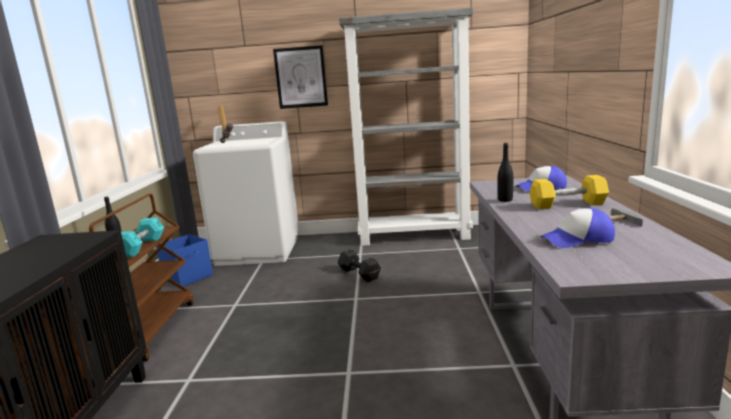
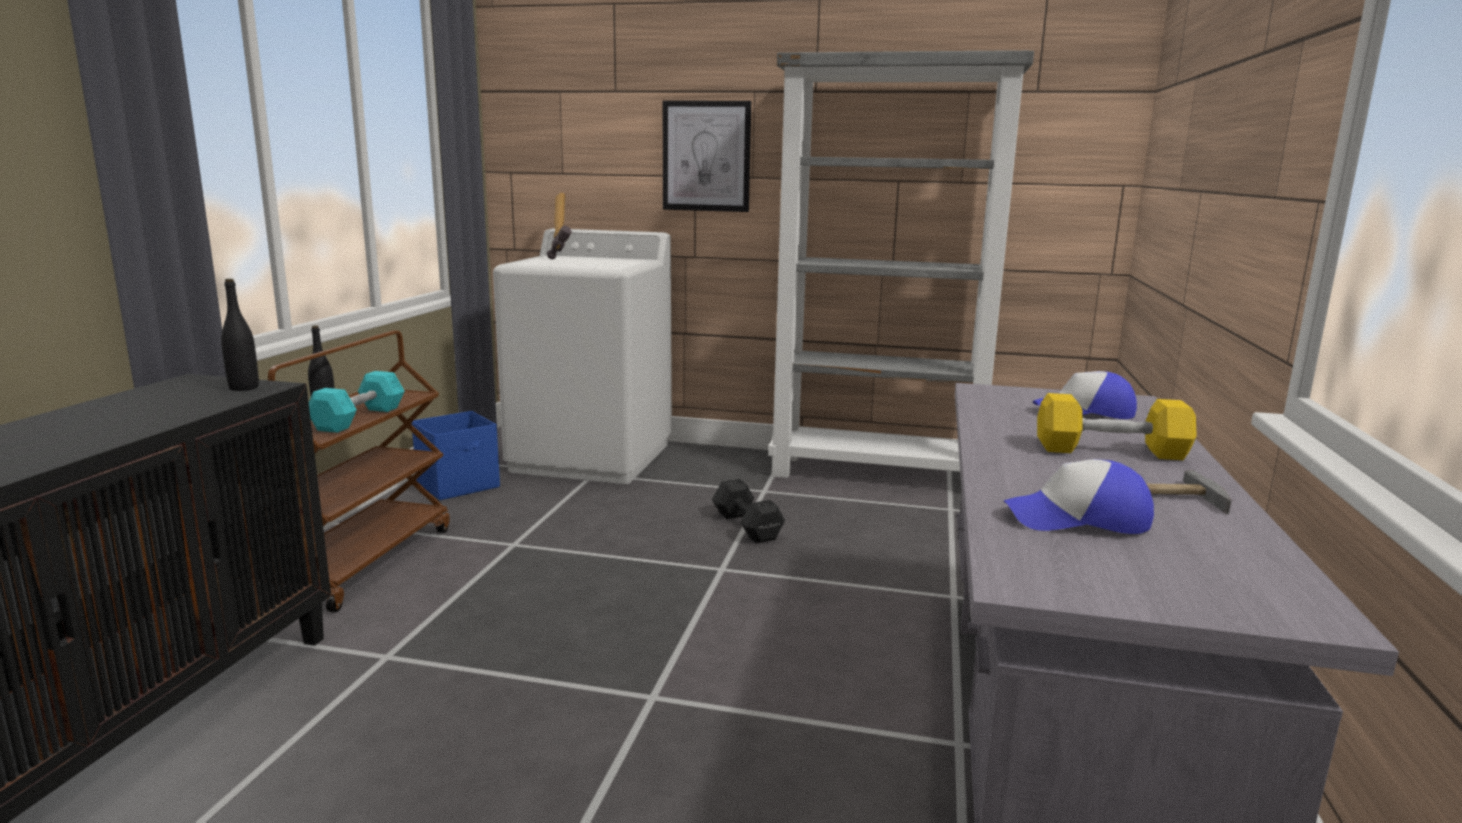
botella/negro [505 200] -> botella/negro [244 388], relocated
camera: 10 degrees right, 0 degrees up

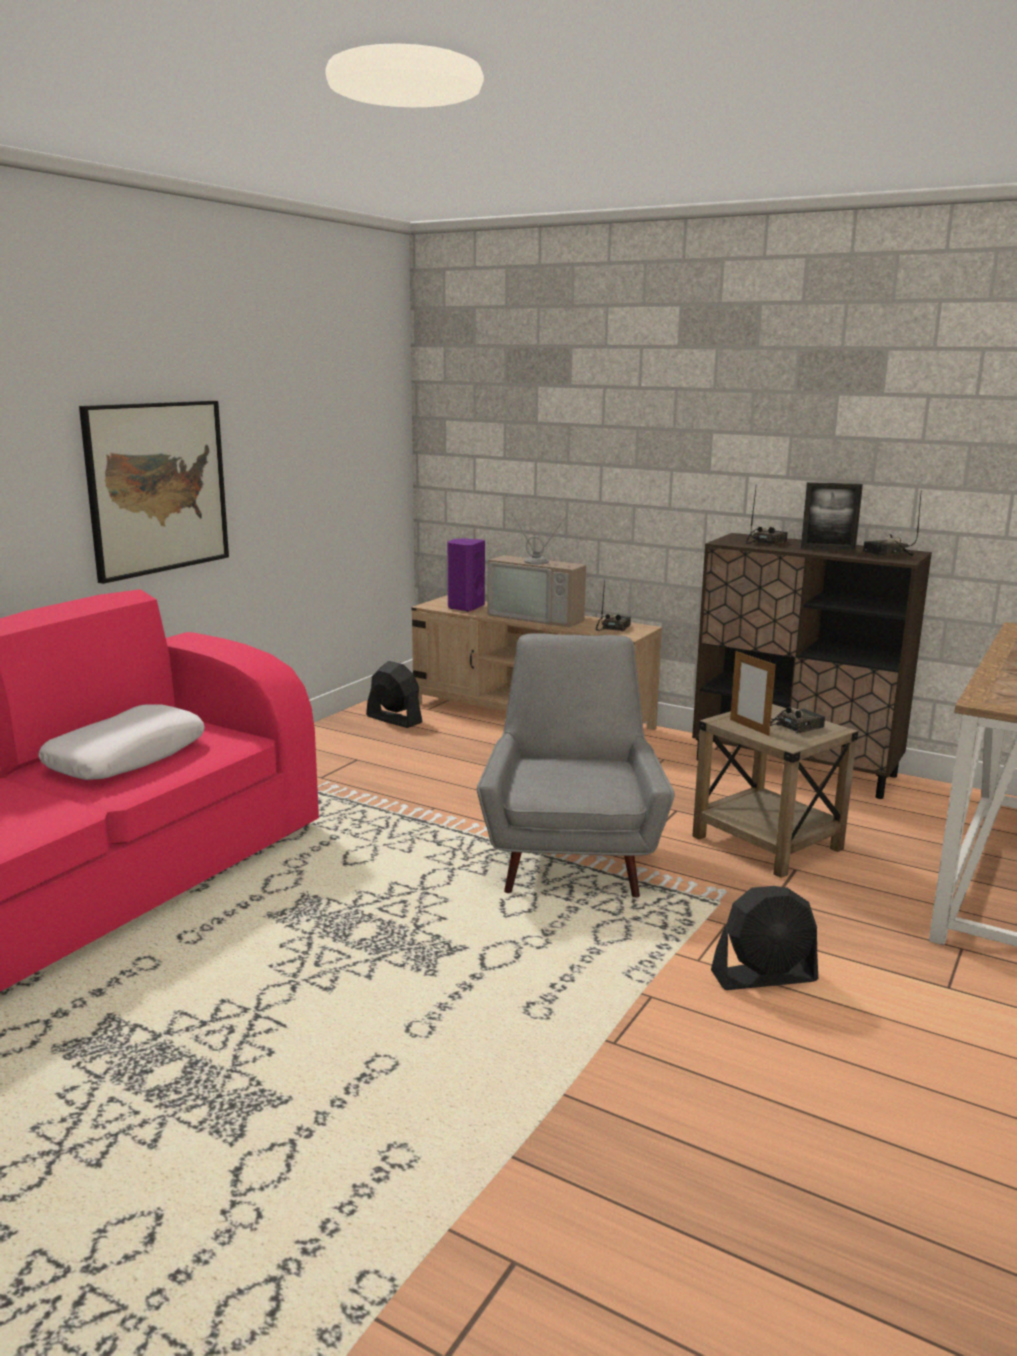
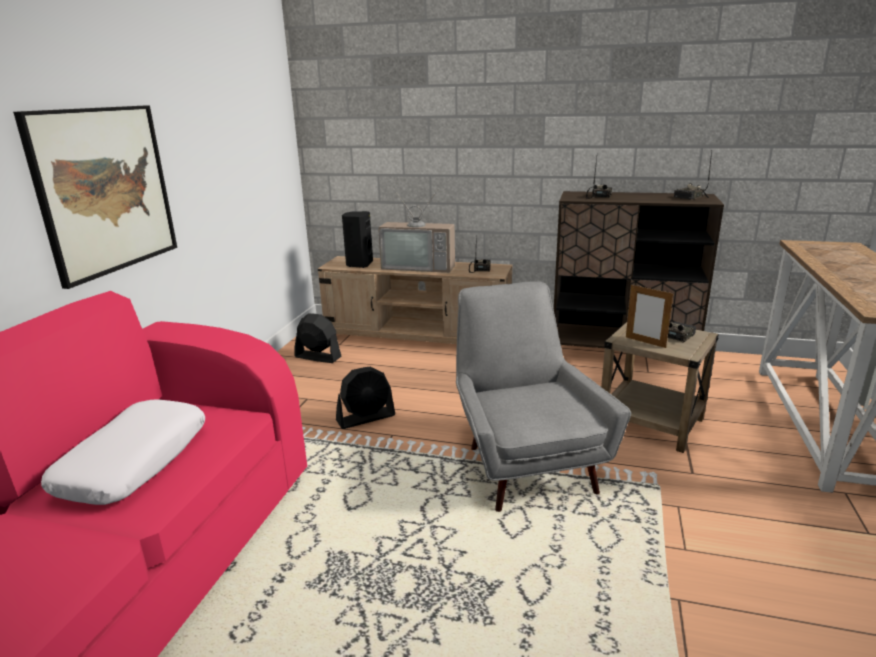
portarretratos [827 549] -> none
ventilador/negro [764 976] -> ventilador/negro [366 418], relocated
altavoz/morado [464 607] -> altavoz/negro [359 264]
camera: 15 degrees left, 5 degrees up

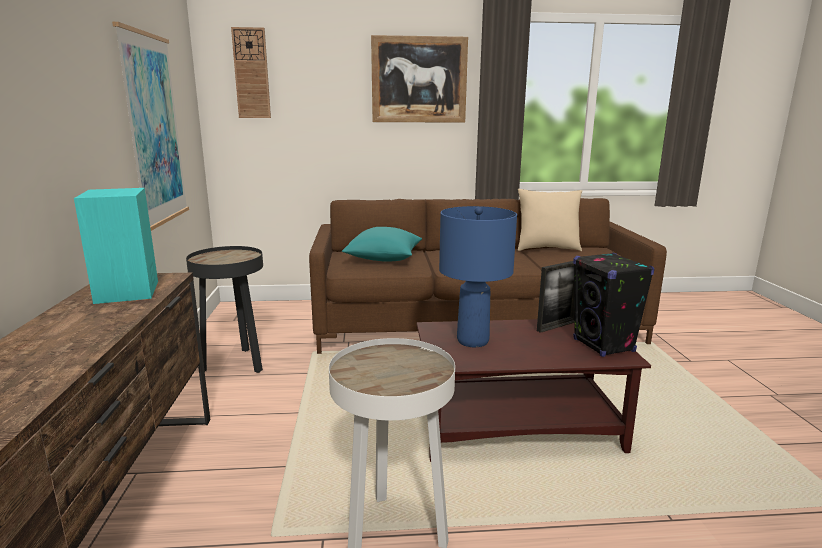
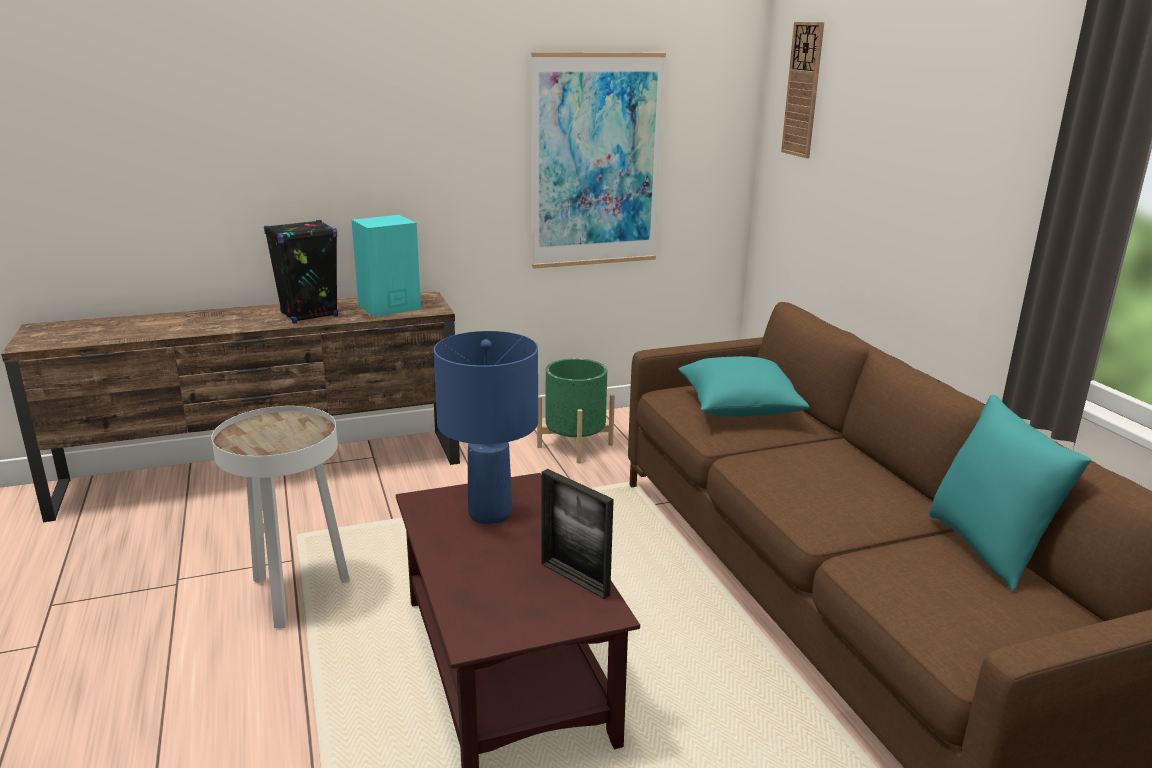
cuadro [419 80] -> none
altavoz/negro [604 346] -> altavoz/negro [308 315], relocated
mesa auxiliar/negro [236 364] -> maceta/verde [575 446]
cojín/beis [547 249] -> cojín/turquesa [987 549]
camera: 75 degrees right, 5 degrees up

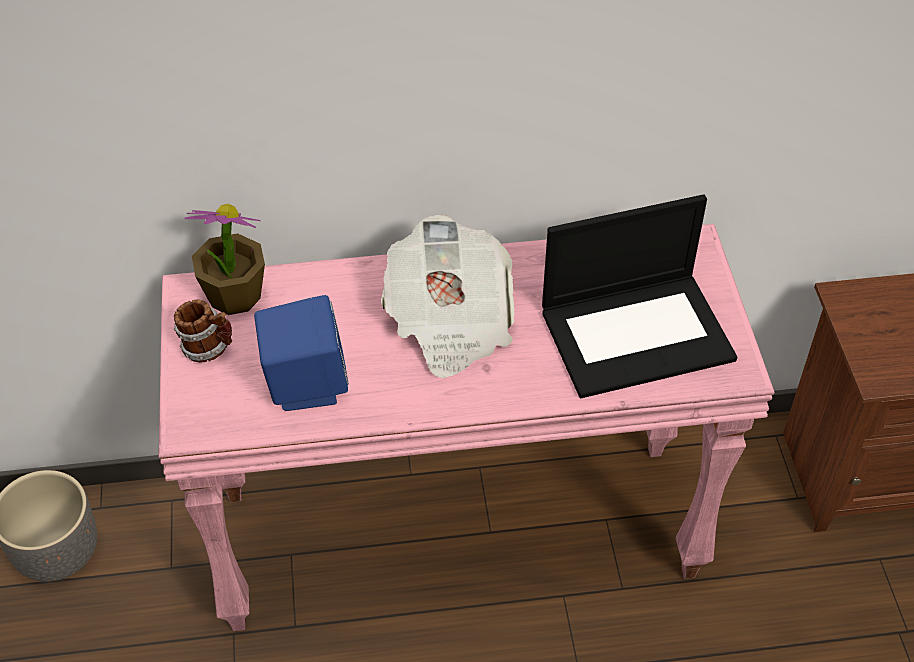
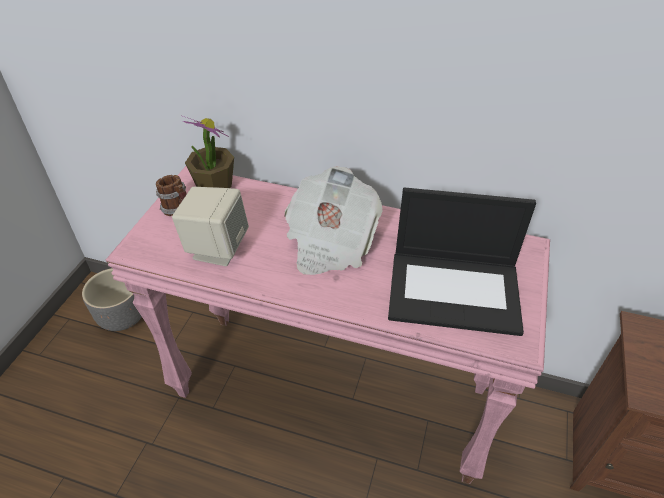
altavoz/azul [305 384] -> altavoz/beis [217 248]
camera: 25 degrees right, 5 degrees down

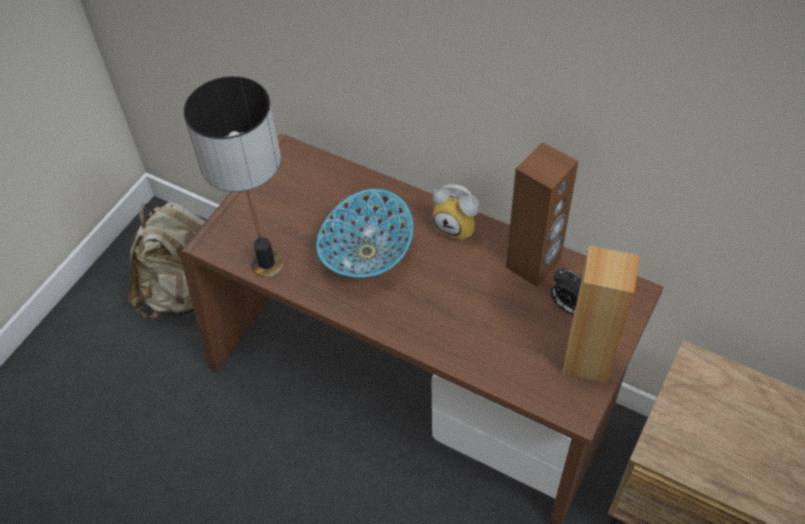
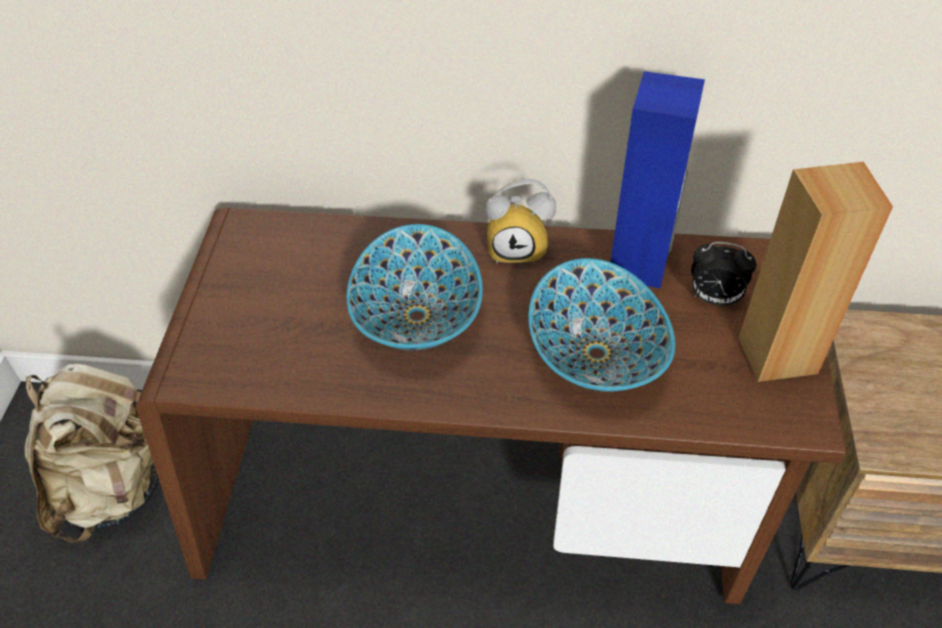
lámpara de mesa [267 264] -> none
none -> cuenco [595 355]
altavoz/marrón [534 264] -> altavoz/azul [640 263]
camera: 25 degrees left, 5 degrees down

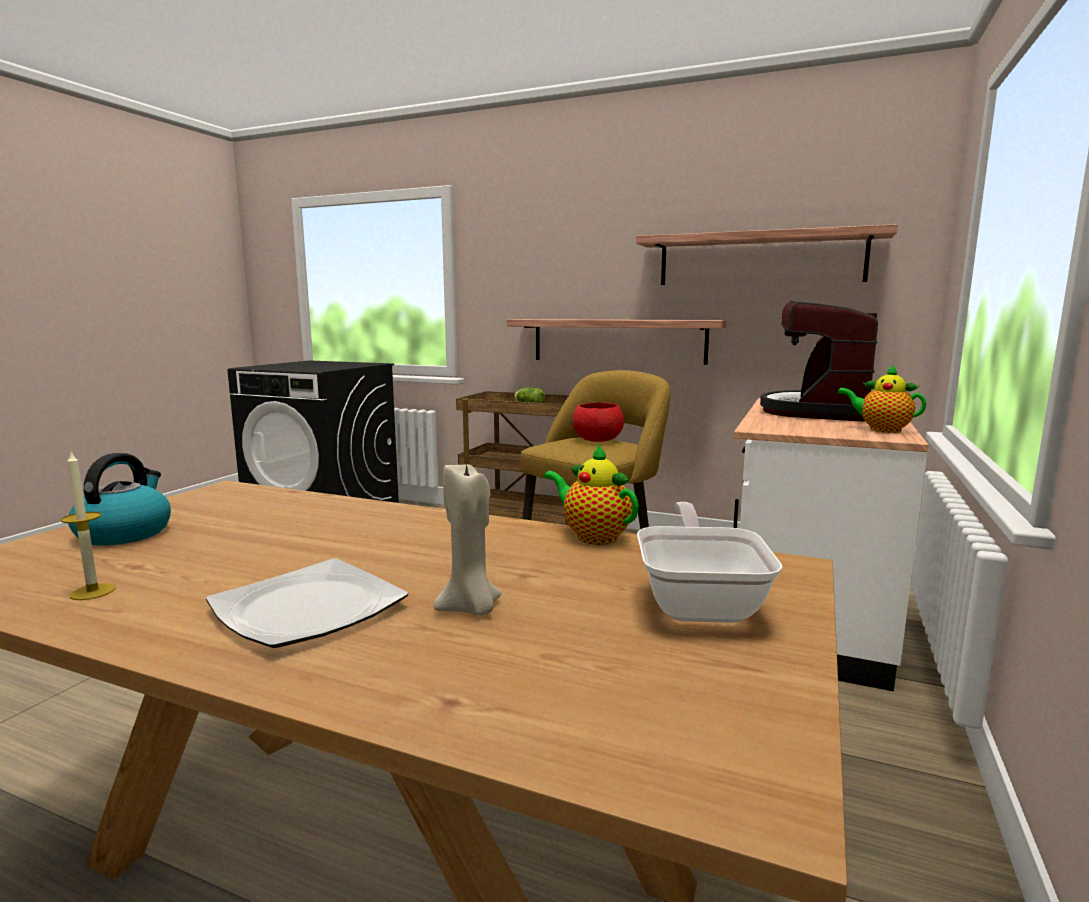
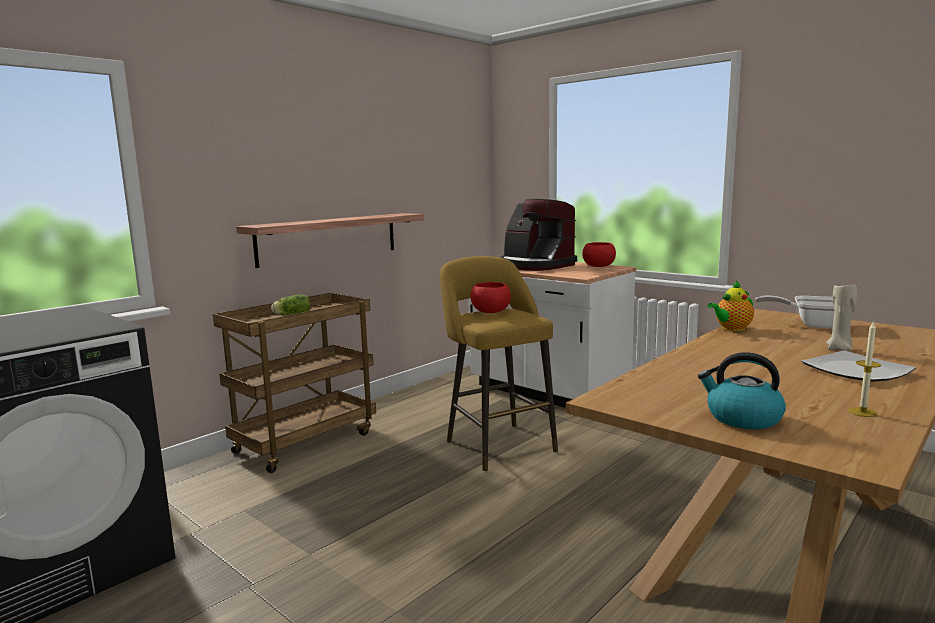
estante [760 259] -> none
tetera [881 429] -> cuenco/rojo [598 266]
camera: 70 degrees left, 0 degrees up

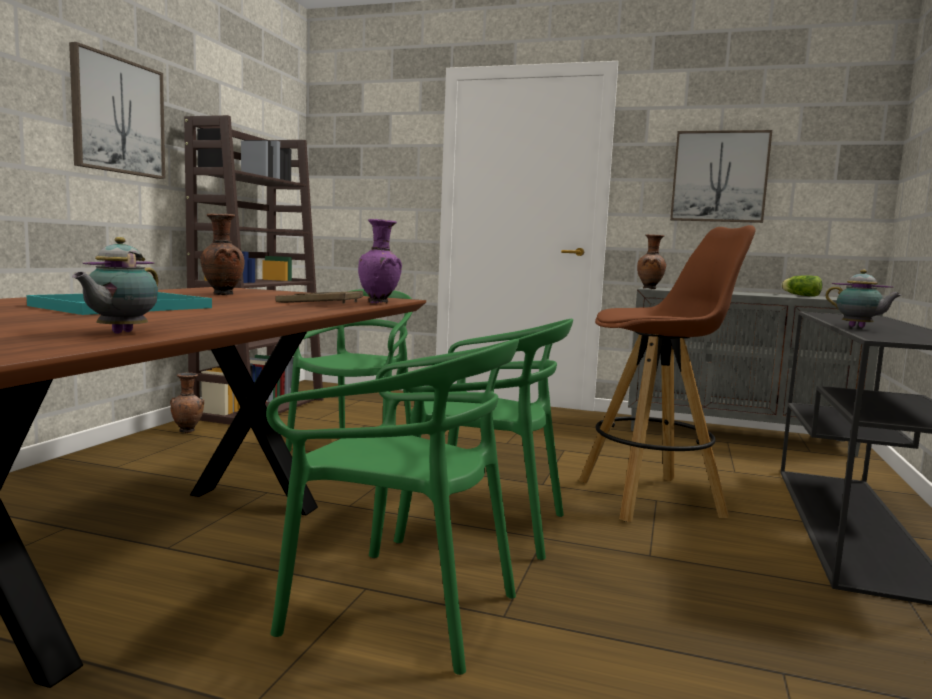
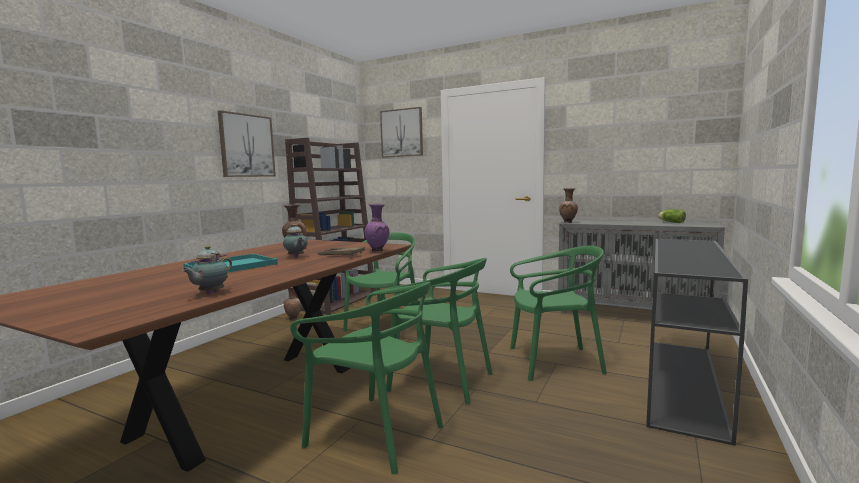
cuadro [719 177] -> cuadro [402 133], relocated
tetera [858 327] -> tetera [296 257], relocated
taburete/marrón [652 498] -> silla/verde [554 362]
camera: 10 degrees right, 0 degrees up

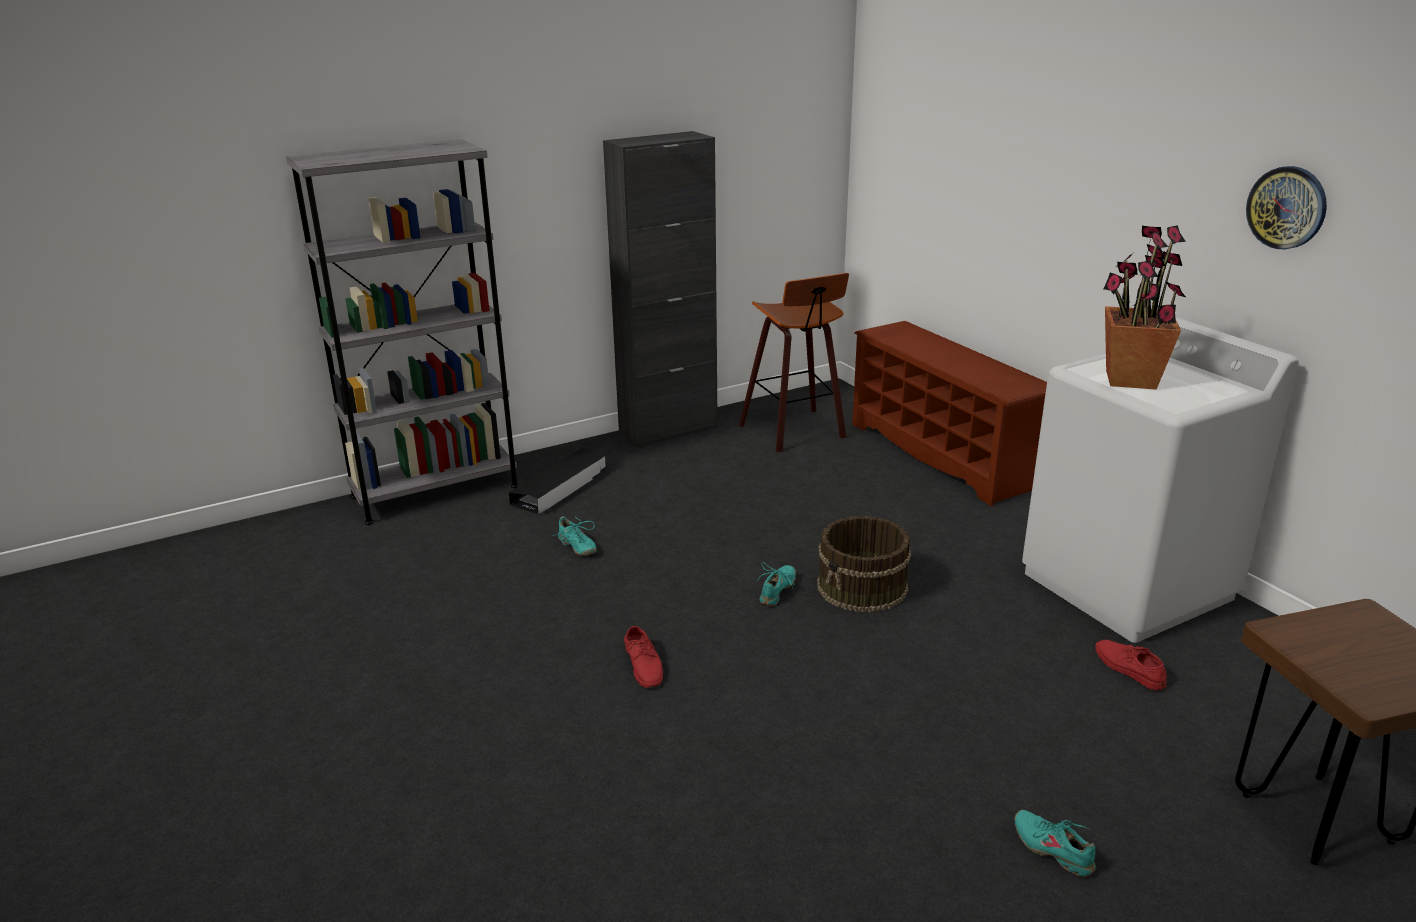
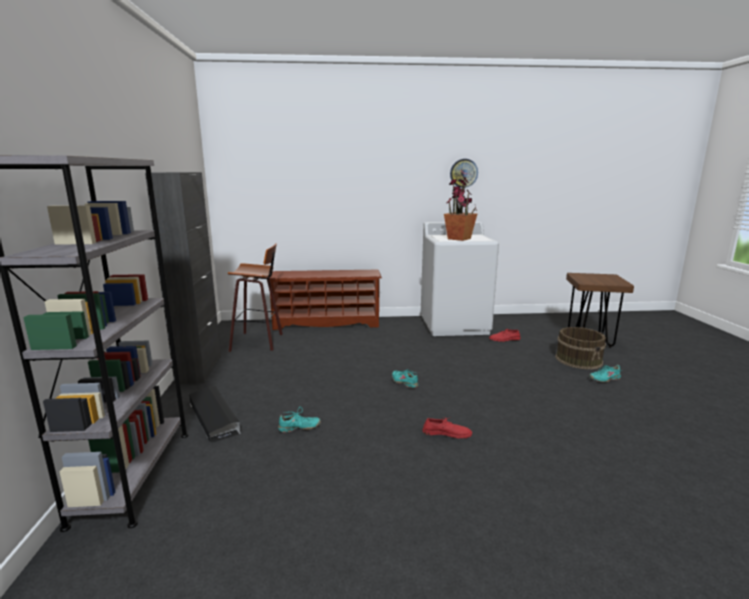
cubo/marrón [863 587] -> cubo/marrón [579 360], relocated
camera: 65 degrees left, 10 degrees down

